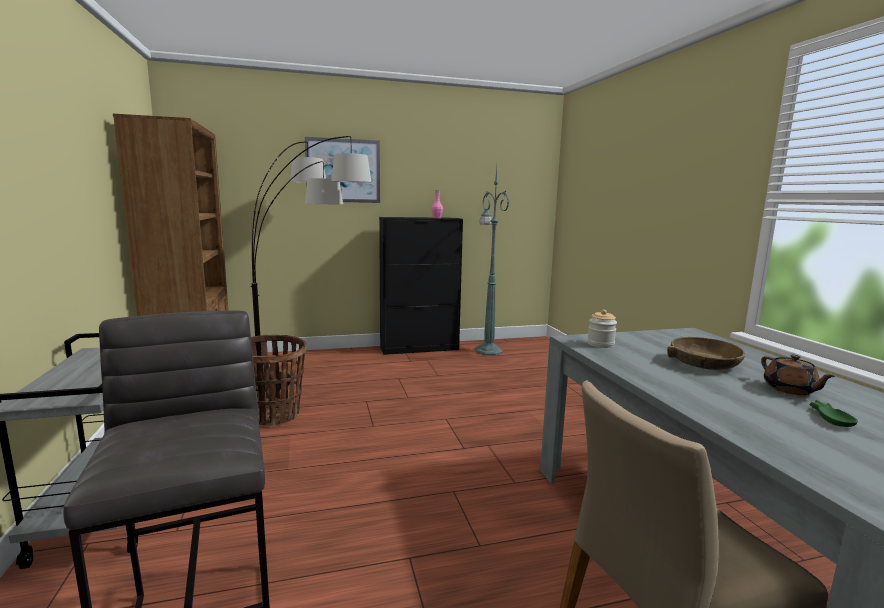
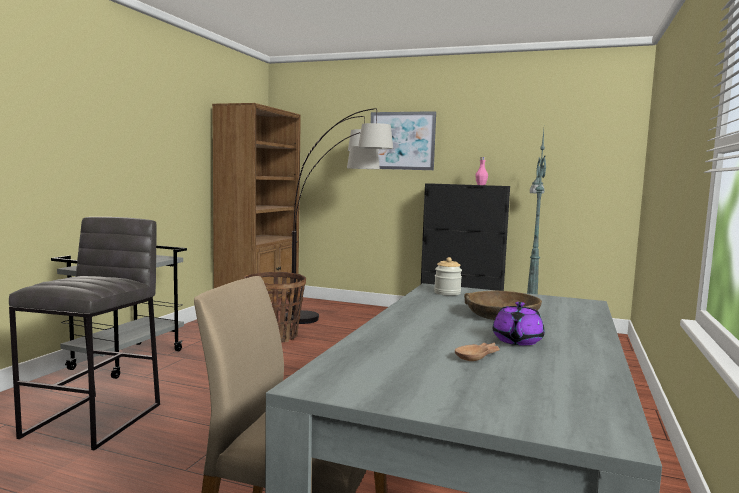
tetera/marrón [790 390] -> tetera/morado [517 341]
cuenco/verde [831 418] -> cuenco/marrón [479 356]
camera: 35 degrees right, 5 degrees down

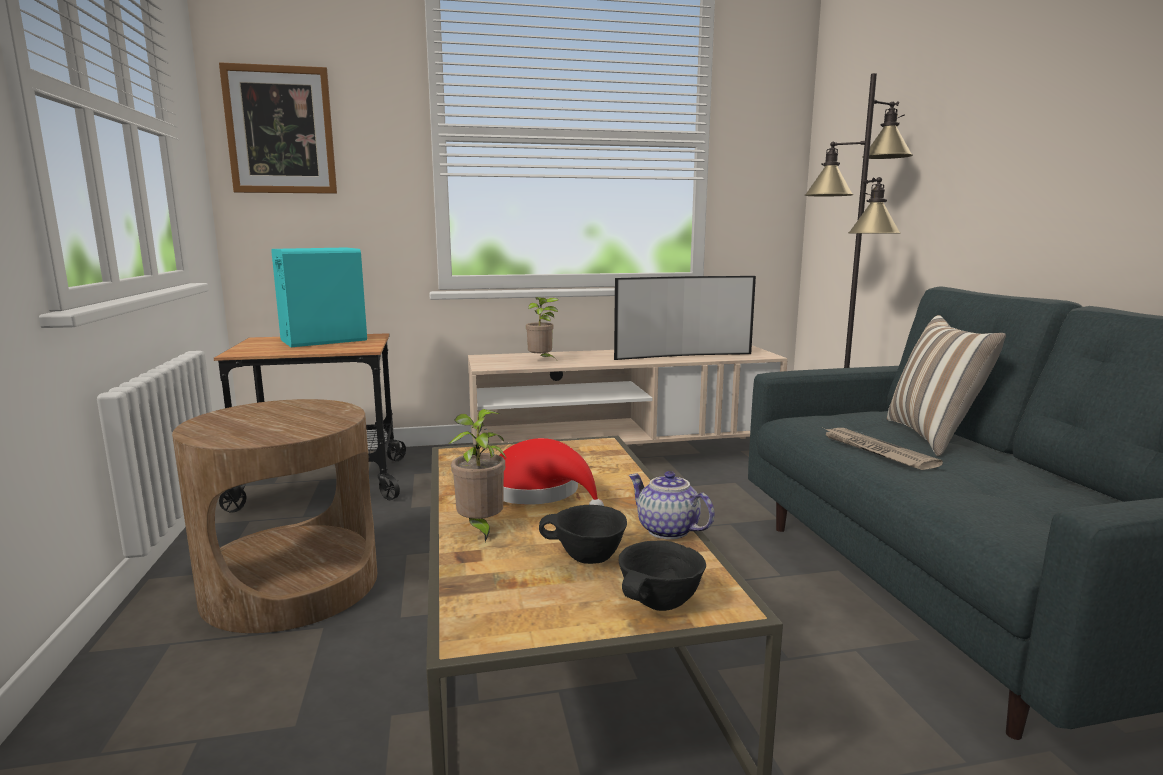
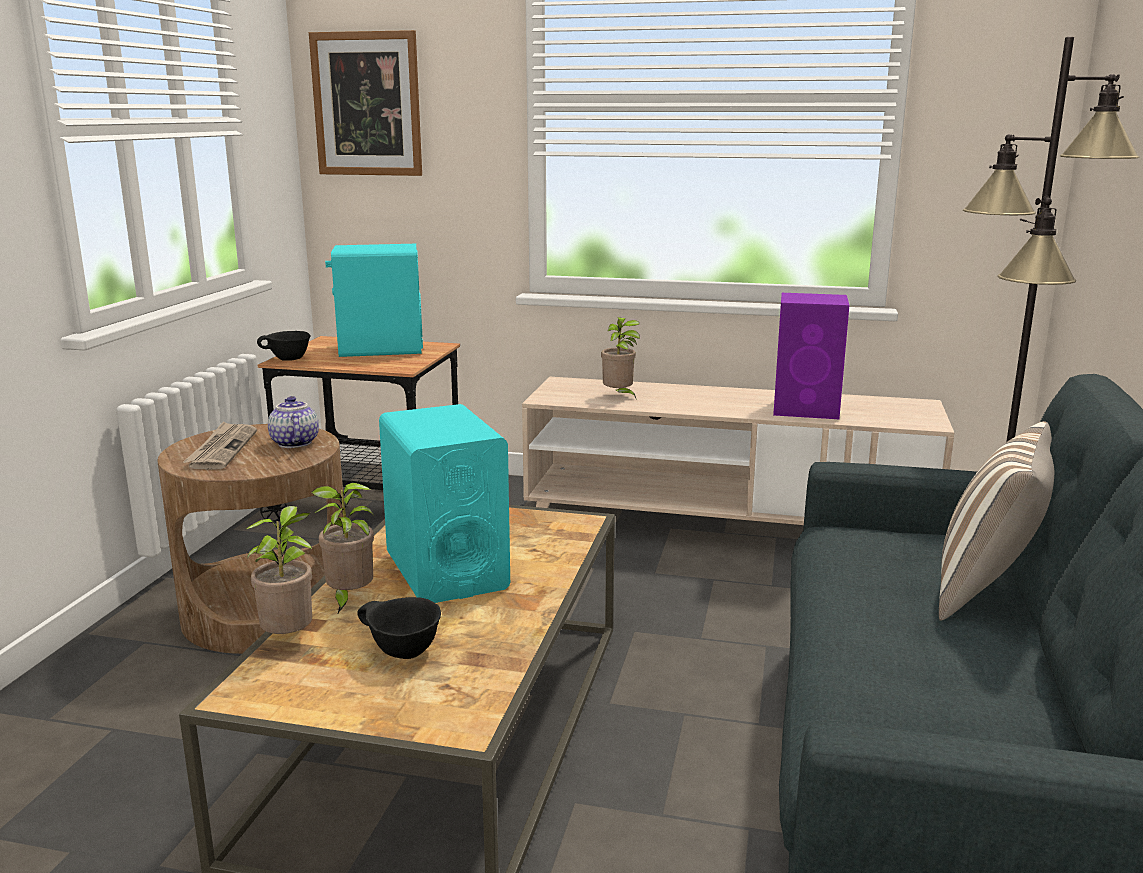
none -> planta en maceta [290 639]
cuenco/negro [660 604] -> cuenco/negro [288 360], relocated
tetera [666 530] -> tetera [293 443], relocated
periódico [875 451] -> periódico [222 449], relocated
sombrero/rojo [539 492] -> altavoz/turquesa [446 571]
televisor [682 355] -> altavoz/morado [808 409]
camera: 25 degrees right, 5 degrees up

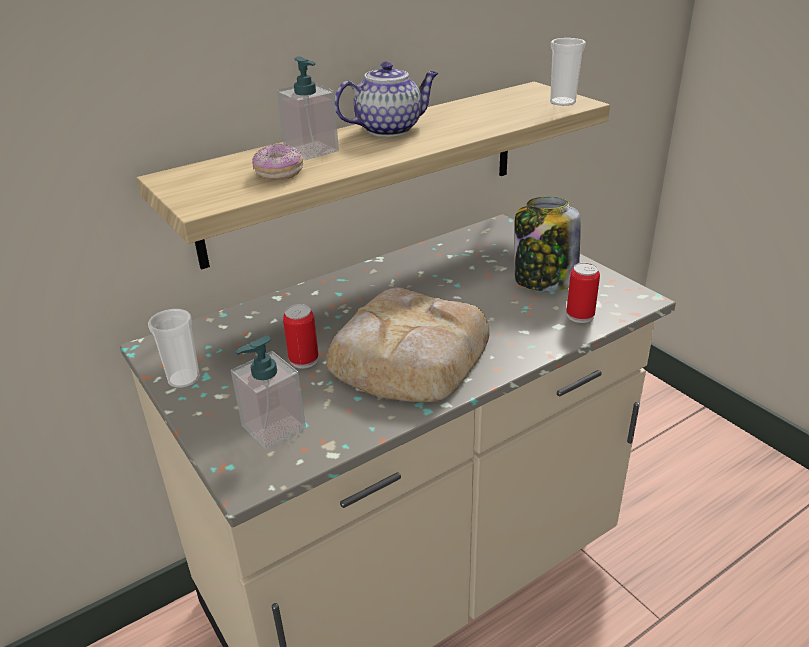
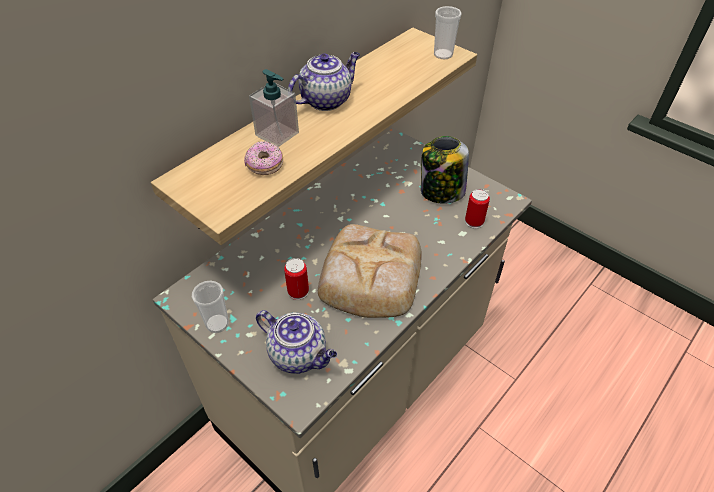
dispensador de jabón [273 427] -> tetera [299 355]
camera: 15 degrees left, 15 degrees up

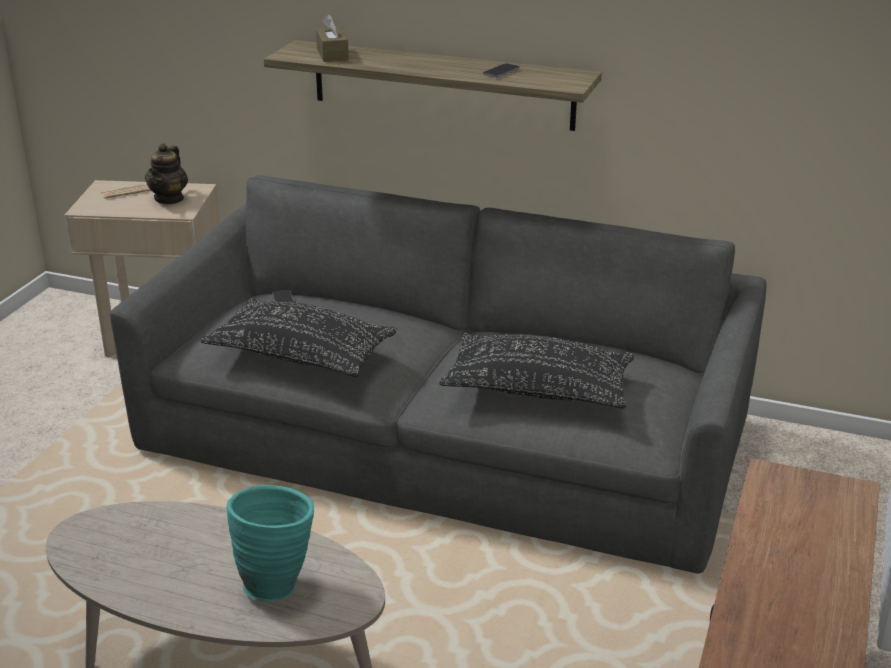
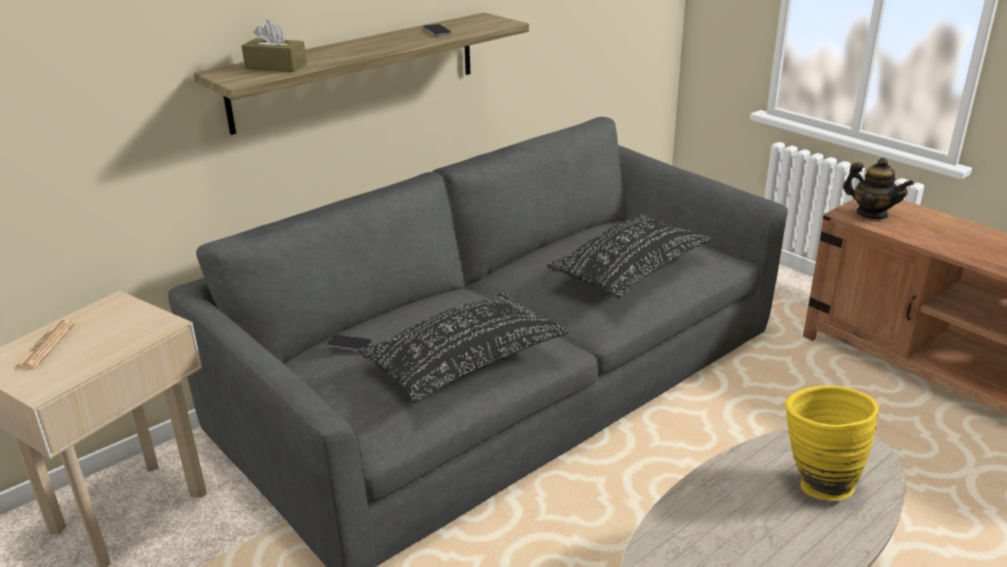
tetera [169 198] -> tetera [872 214], relocated
florero/turquesa [276 583] -> florero/amarillo [816 482]
camera: 60 degrees left, 0 degrees up

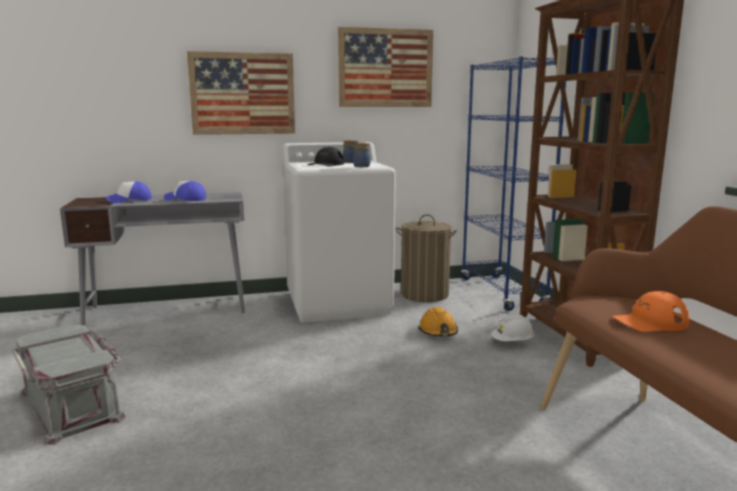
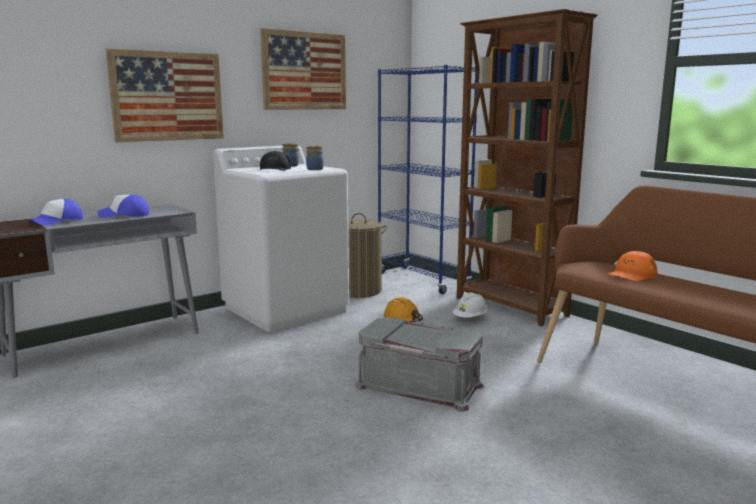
caja de almacenaje/gris [73 404] -> caja de almacenaje/gris [419 385], relocated
camera: 25 degrees left, 0 degrees up

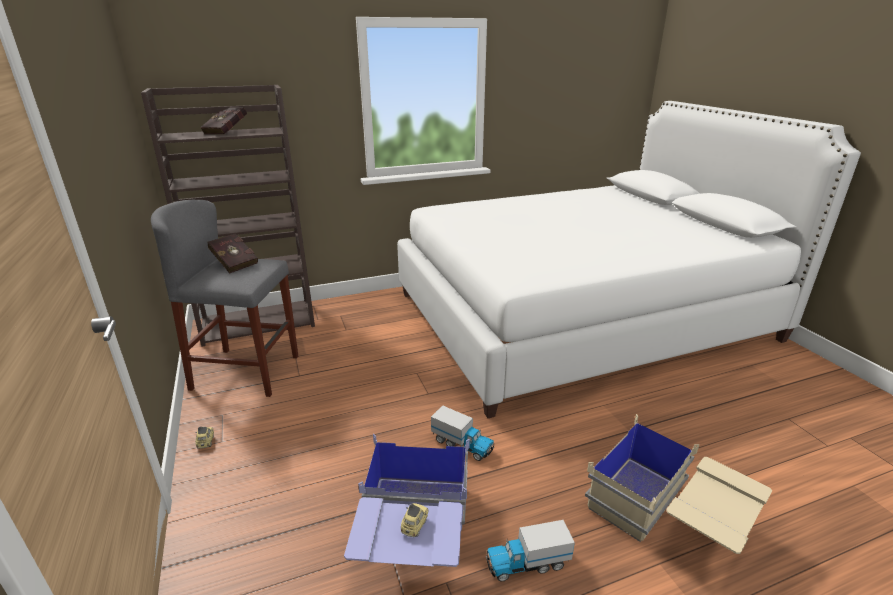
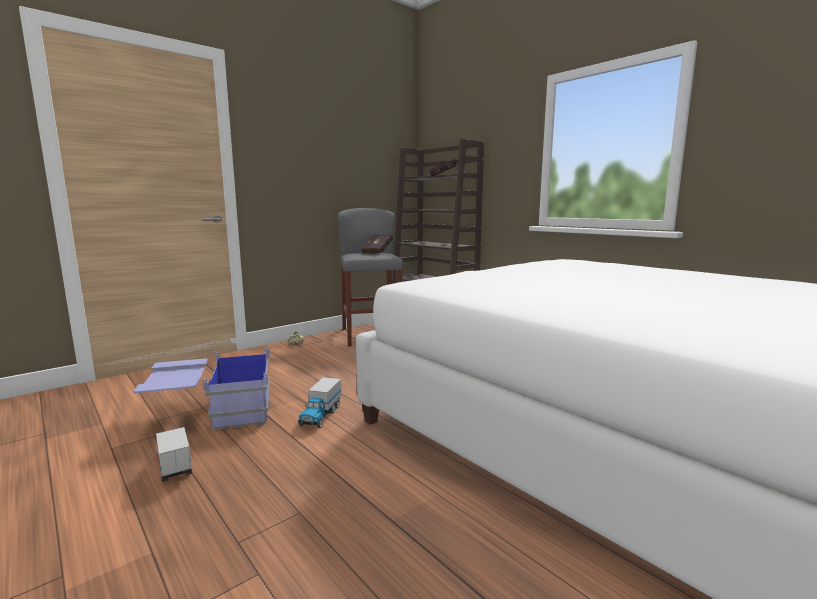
coche de juguete [414 525] -> none
caja de almacenaje/beis [667 519] -> none
camera: 70 degrees right, 15 degrees down

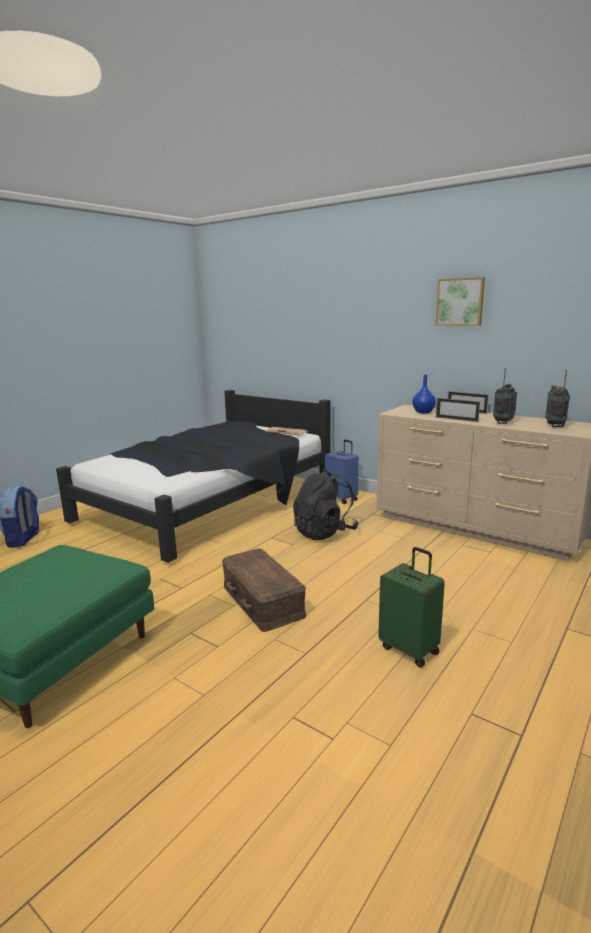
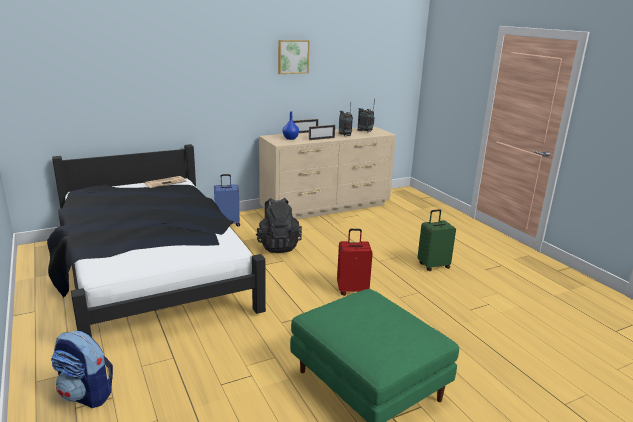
caja de almacenaje/marrón [263 600] -> maleta/rojo [352 290]
camera: 65 degrees left, 5 degrees up

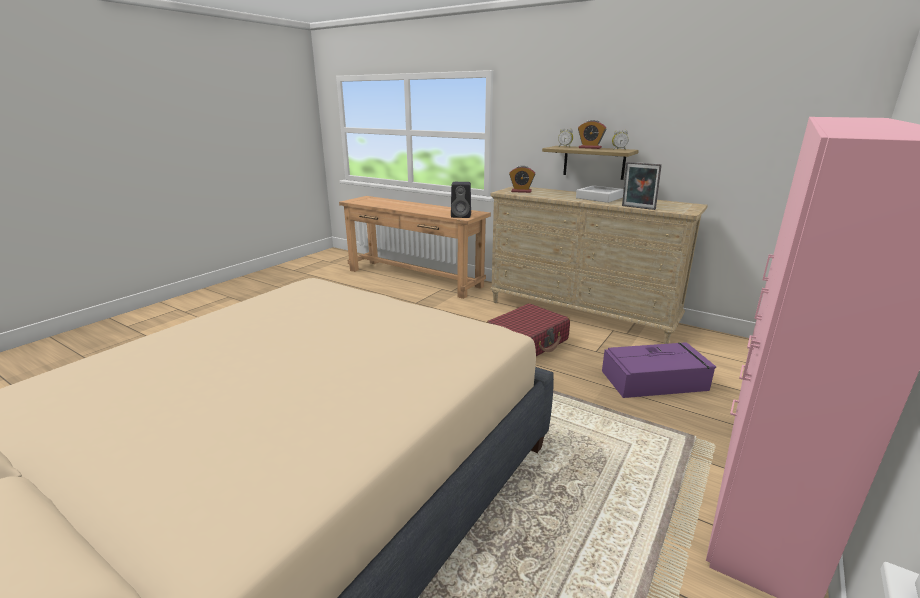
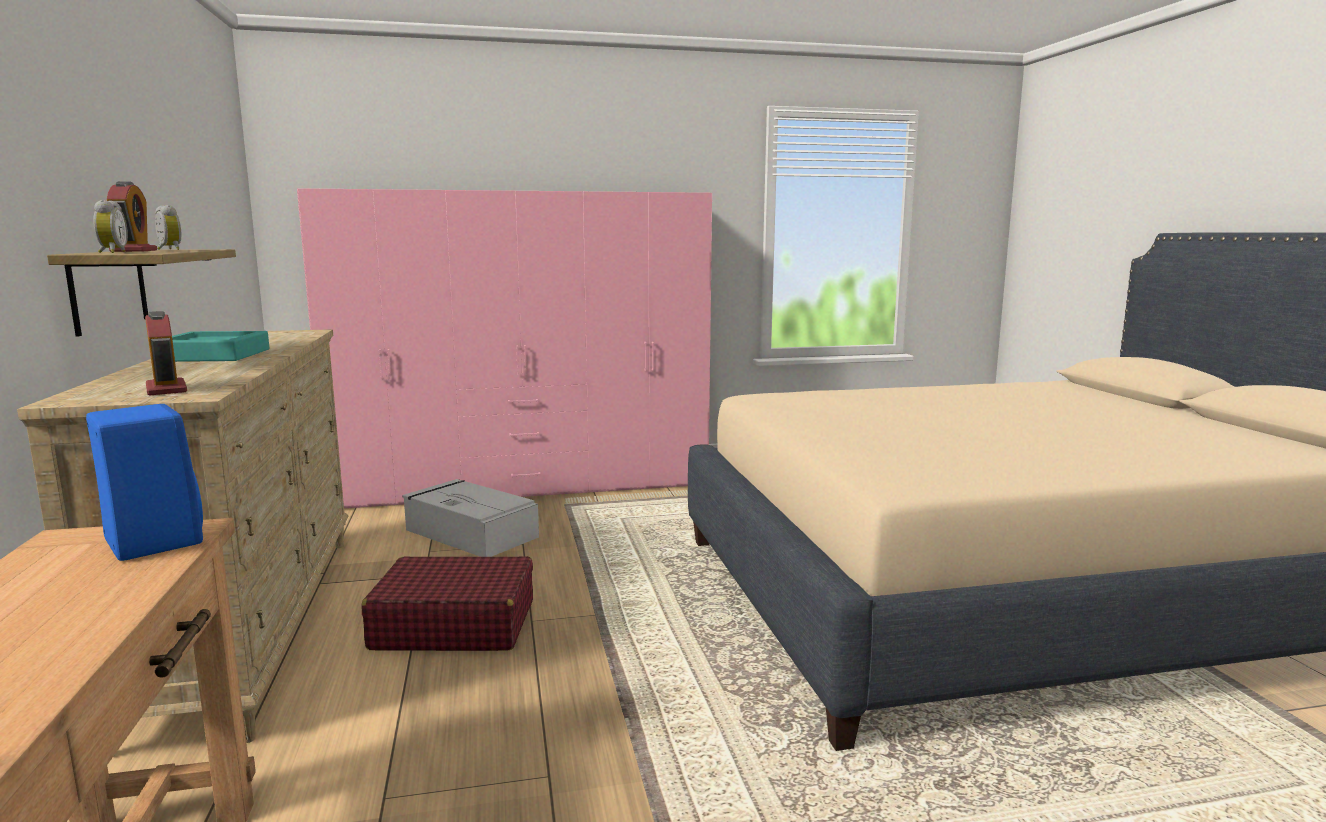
portarretratos [637 208] -> none
altavoz/negro [462 216] -> altavoz/azul [152 541]
bandeja/gris [599 198] -> bandeja/turquesa [213 355]
caja de almacenaje/morado [655 380] -> caja de almacenaje/gris [470 533]
camera: 135 degrees left, 10 degrees down

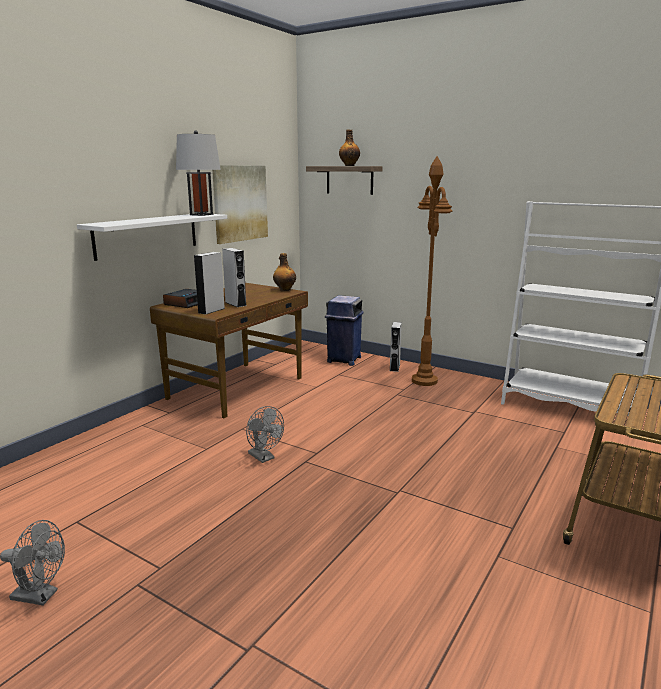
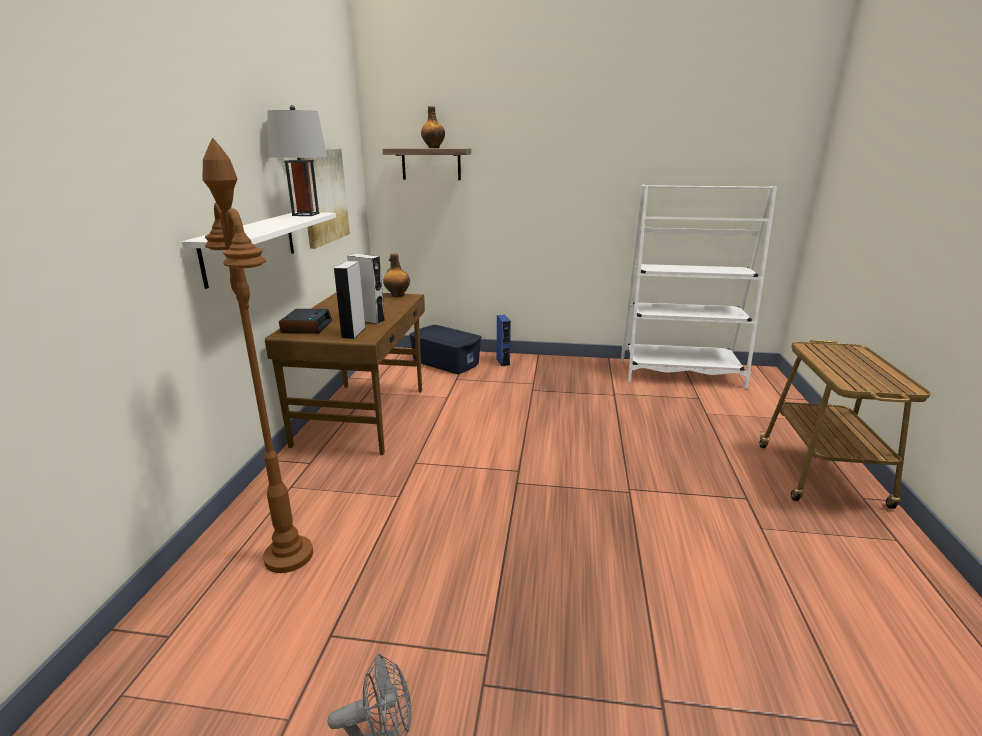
ventilador/gris [264 457] -> none
lámpara de pie/marrón [424 381] -> lámpara de pie/marrón [289 556], relocated
papelera/azul [343 360] -> caja de almacenaje/azul [446 362]
altavoz/gris [394 367] -> altavoz/azul [503 361]
camera: 25 degrees left, 5 degrees up

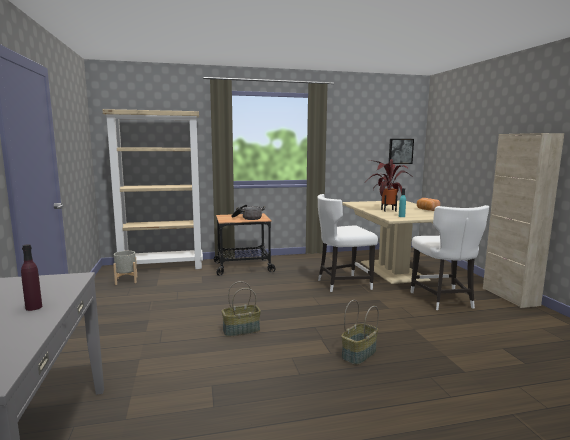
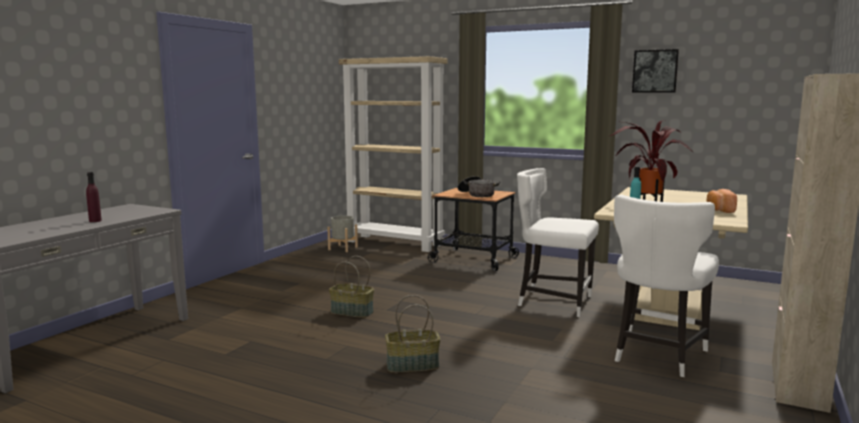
cuadro [400 151] -> cuadro [655 71], relocated
camera: 40 degrees right, 0 degrees up

